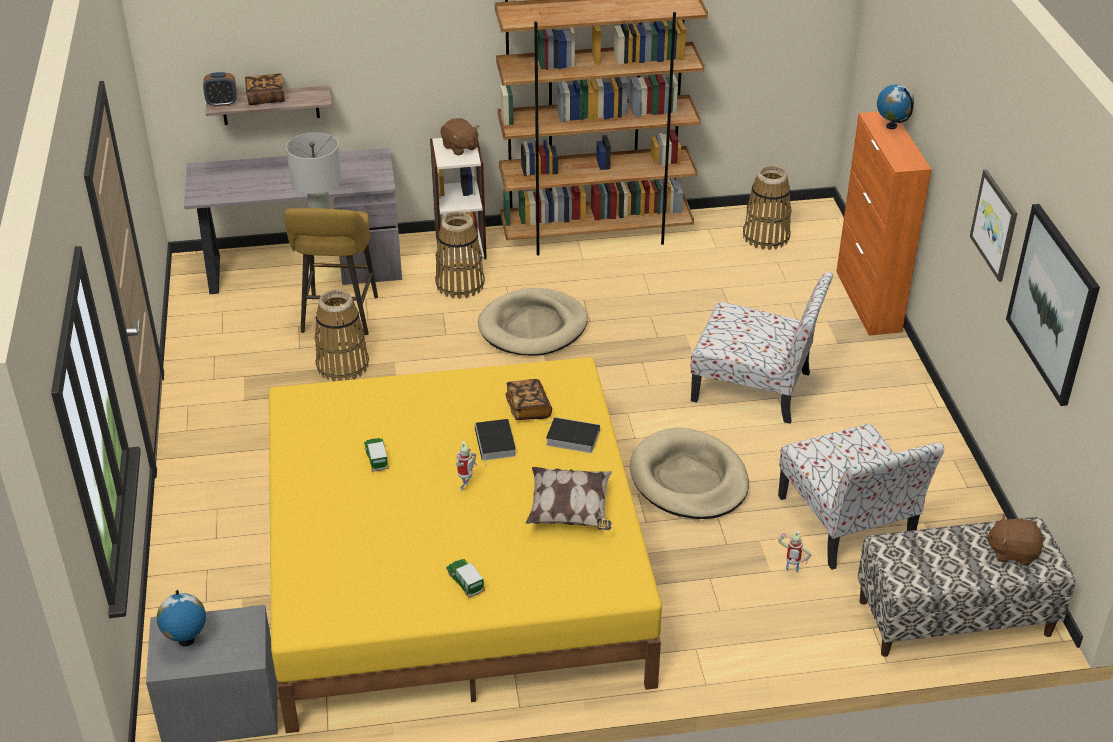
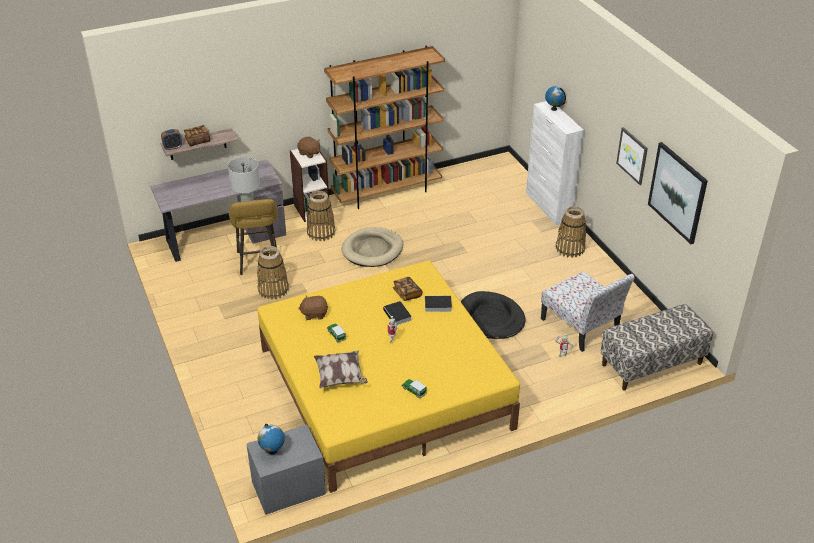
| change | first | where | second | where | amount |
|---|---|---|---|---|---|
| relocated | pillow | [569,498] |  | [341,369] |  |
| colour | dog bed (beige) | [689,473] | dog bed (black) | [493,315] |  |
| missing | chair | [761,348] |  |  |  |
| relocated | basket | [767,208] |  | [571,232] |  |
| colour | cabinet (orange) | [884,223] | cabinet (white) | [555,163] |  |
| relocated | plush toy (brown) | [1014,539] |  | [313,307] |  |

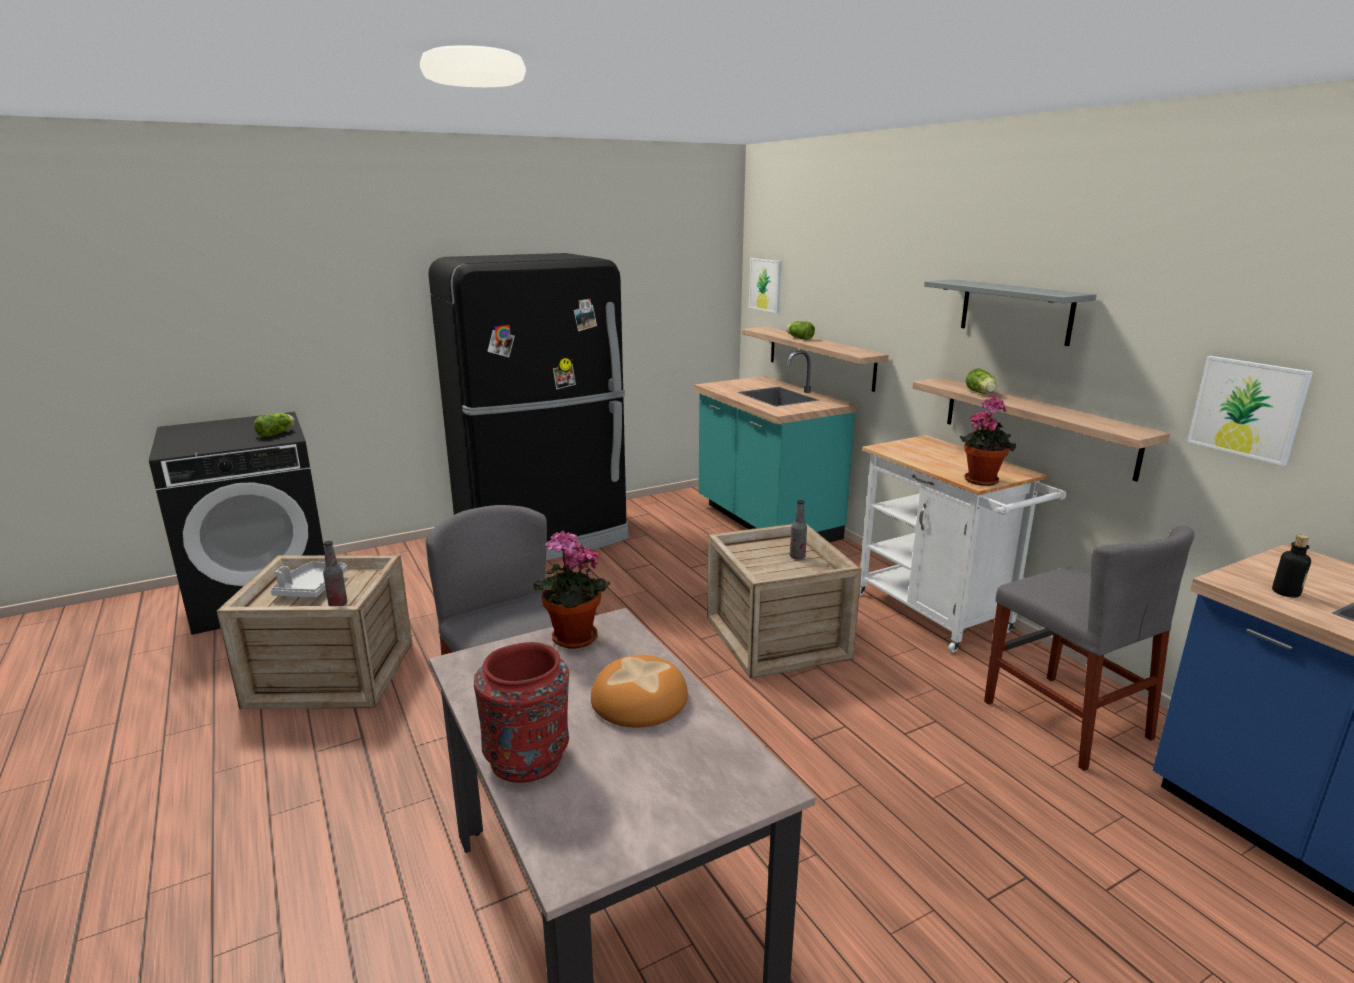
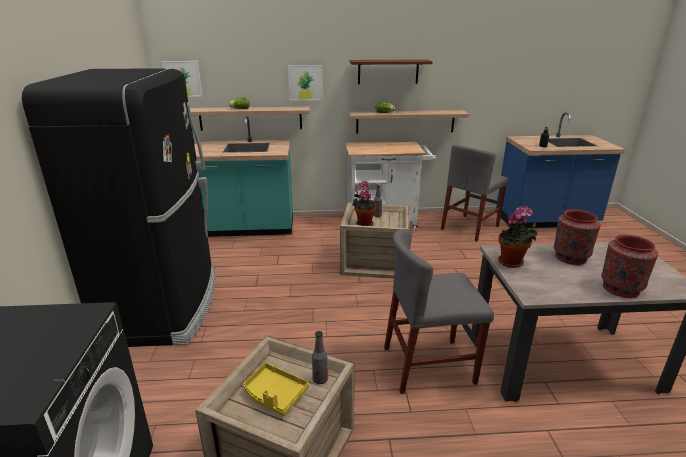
| change | first | where | second | where | amount |
|---|---|---|---|---|---|
| missing | lettuce | [274,425] |  |  |  |
| colour | tray (grey) | [309,579] | tray (yellow) | [276,389] |  |
| exchanged | bread | [639,691] | vase (red) | [577,237] |  |
| colour | shelf (grey) | [1010,312] | shelf (brown) | [391,71] |  |
| relocated | potted plant | [987,441] |  | [364,203] |  |
| spun | chair (grey) | [1089,648] |  | [475,193] | 135 degrees clockwise |
| relocated | picture | [1250,411] |  | [305,83] |  |

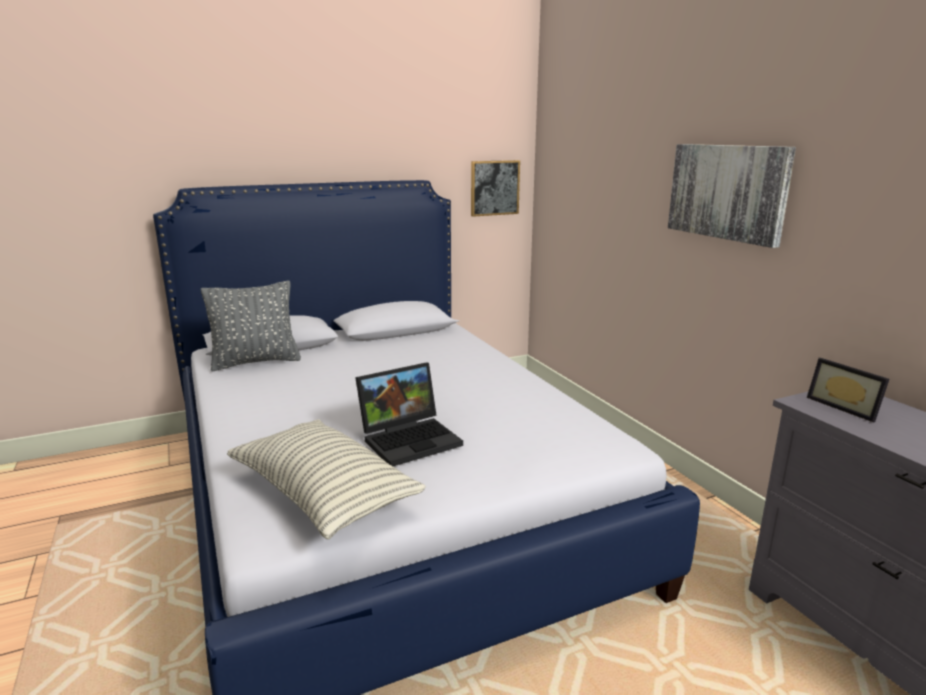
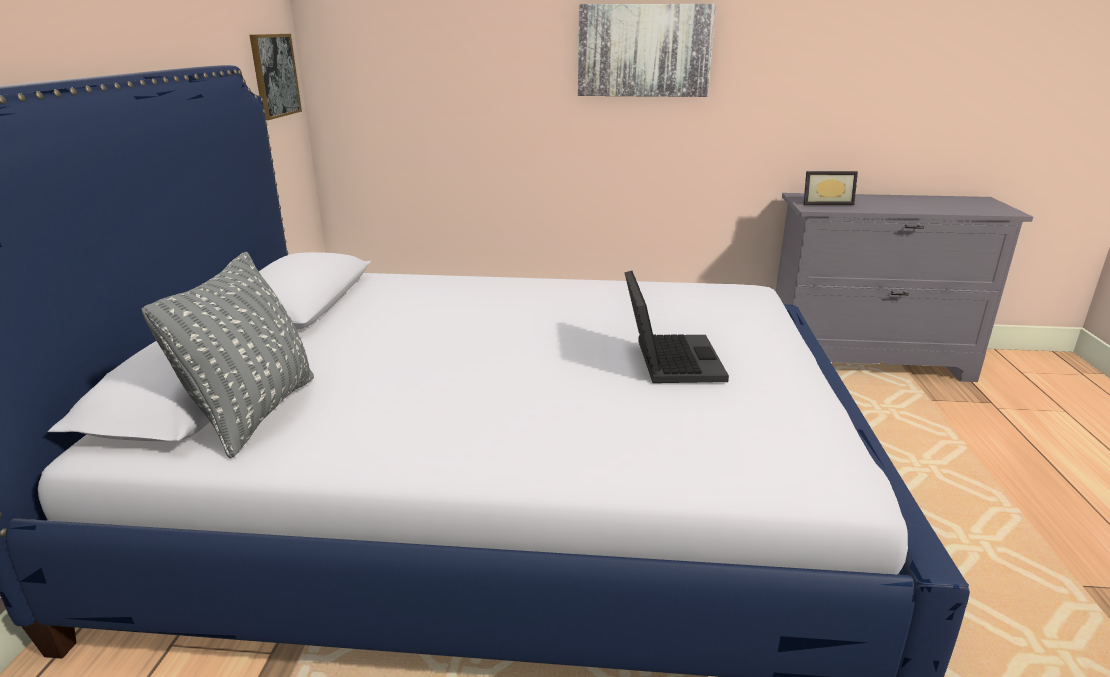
| change | first | where | second | where | amount |
|---|---|---|---|---|---|
| missing | pillow | [326,479] |  |  |  |

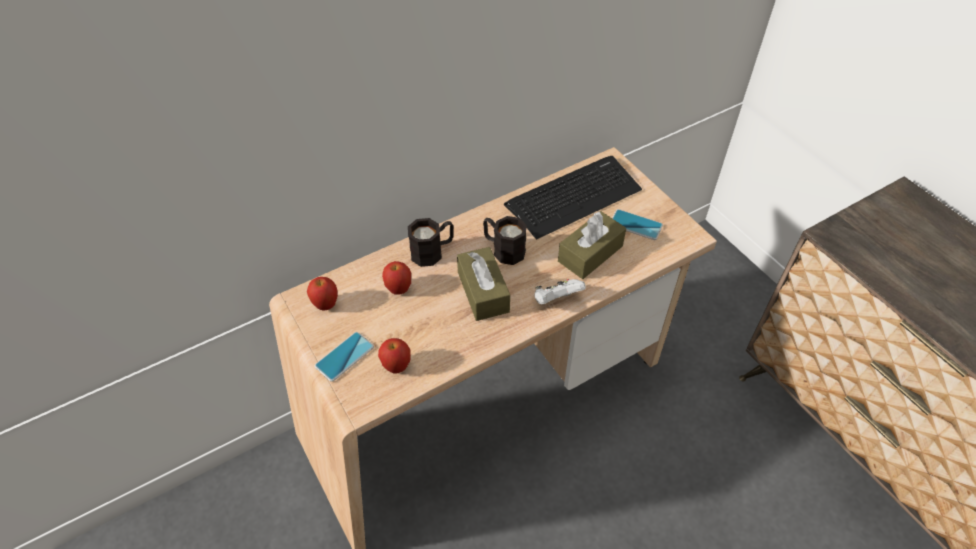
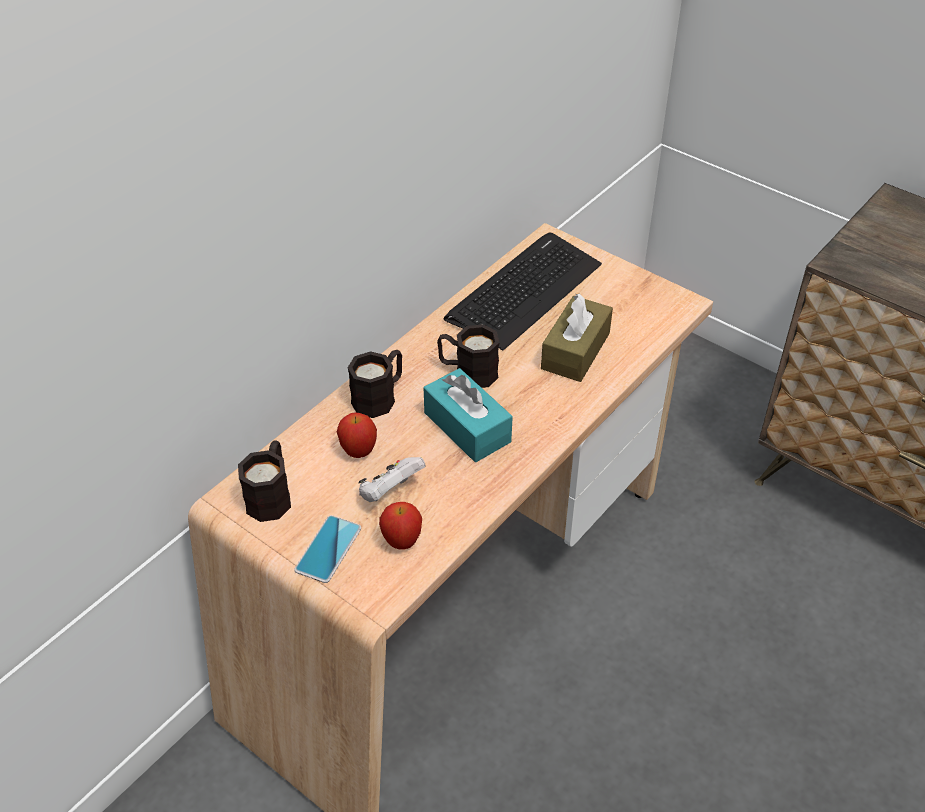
| change | first | where | second | where | amount |
|---|---|---|---|---|---|
| exchanged | apple | [322,294] | mug (black) | [264,481] |  |
| colour | tissue box (brown) | [483,284] | tissue box (turquoise) | [468,415] |  |
| relocated | game controller (white) | [560,291] |  | [392,479] |  |
| missing | phone | [637,224] |  |  |  |

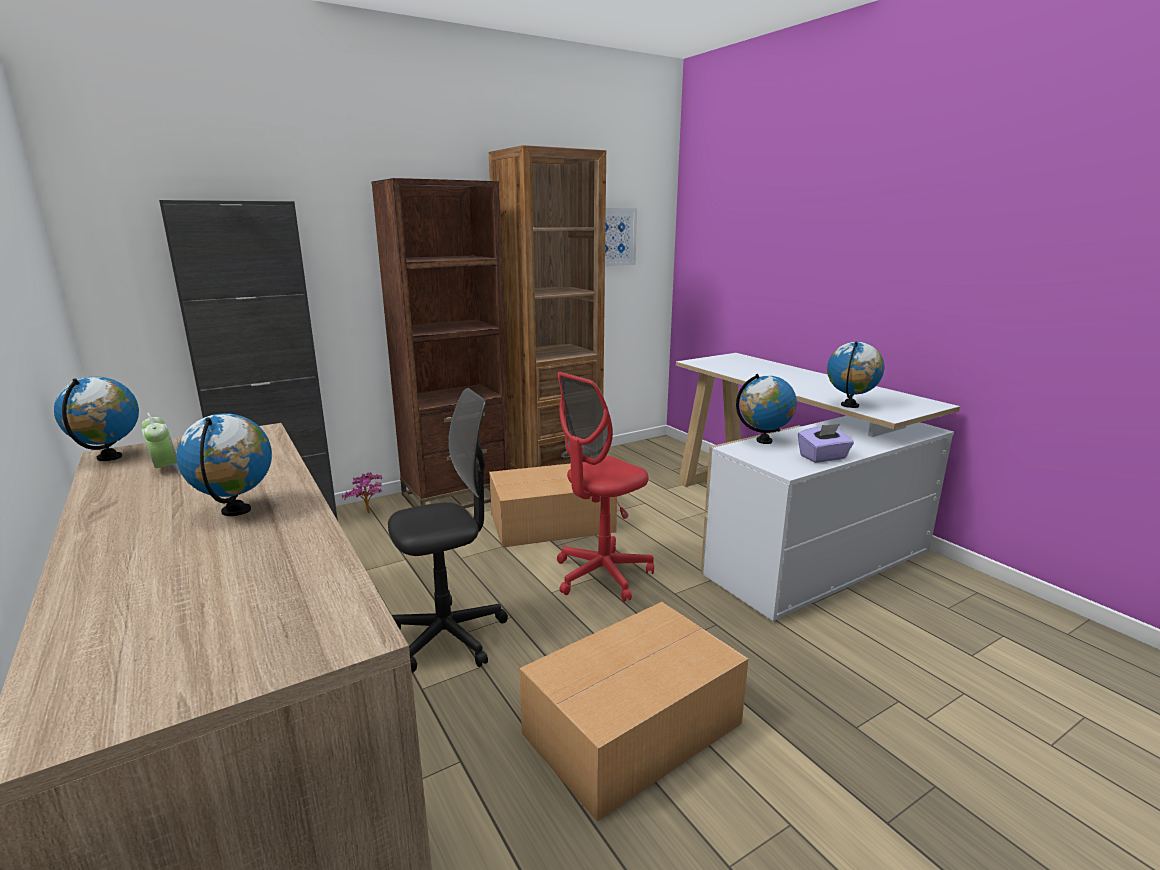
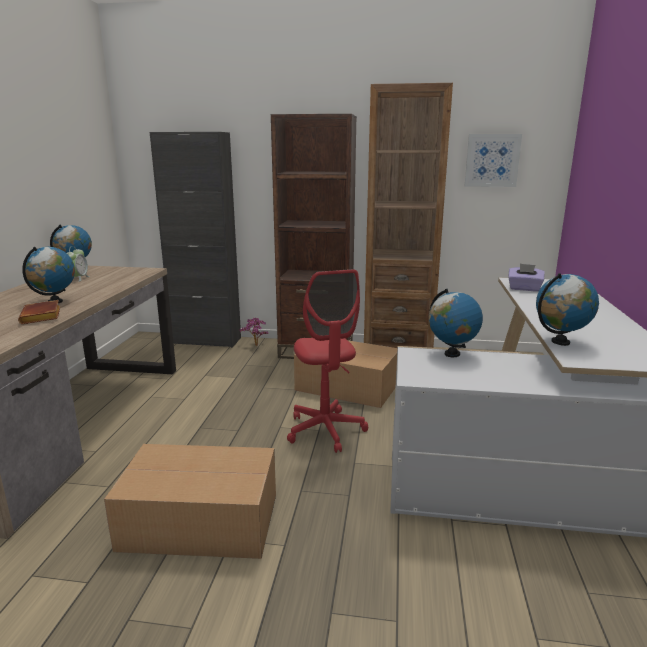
| change | first | where | second | where | amount |
|---|---|---|---|---|---|
| missing | office chair (black) | [448,530] |  |  |  |
| spun | office chair (red) | [605,487] |  | [328,361] | 105 degrees counterclockwise |
| relocated | tissue box (purple) | [826,443] |  | [526,277] |  |
| appeared |  |  | book (brown) | [39,312] |  |

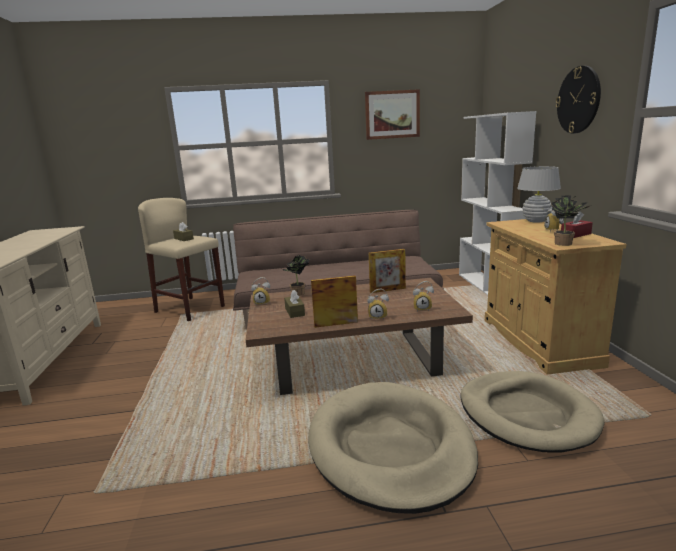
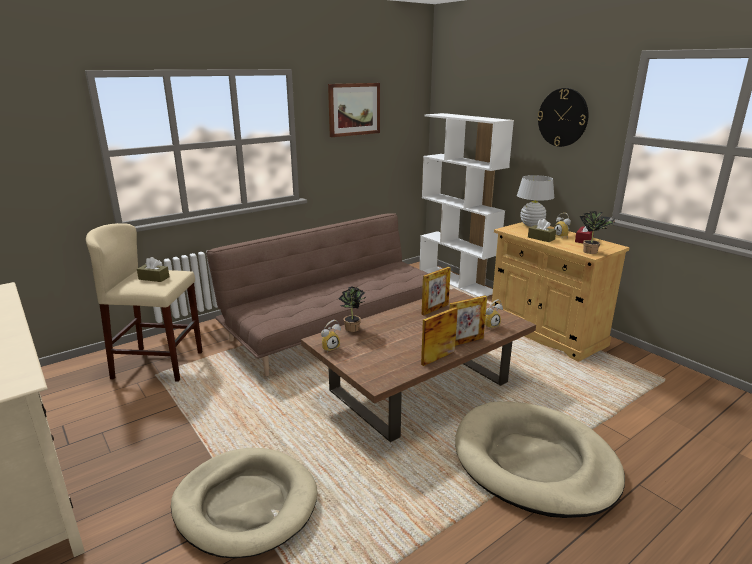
| change | first | where | second | where | amount |
|---|---|---|---|---|---|
| relocated | tissue box (brown) | [294,304] |  | [542,230] |  |
| exchanged | alarm clock | [378,304] | picture frame | [468,321] |  |
| relocated | dog bed (beige) | [532,412] |  | [244,503] |  |

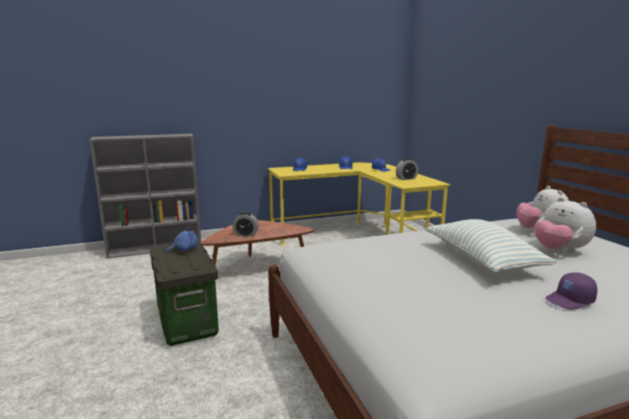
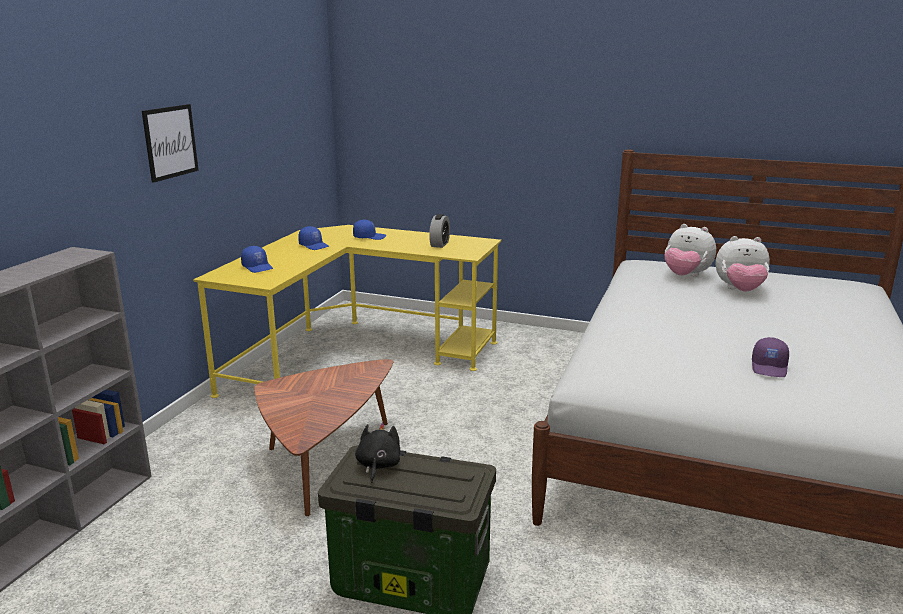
| change | first | where | second | where | amount |
|---|---|---|---|---|---|
| colour | plush toy (blue) | [181,239] | plush toy (black) | [377,452] |  |
| missing | alarm clock | [245,224] |  |  |  |
| missing | pillow | [491,246] |  |  |  |
| relocated | cap (purple) | [571,291] |  | [770,357] |  |
| appeared |  |  | picture | [170,143] |  |

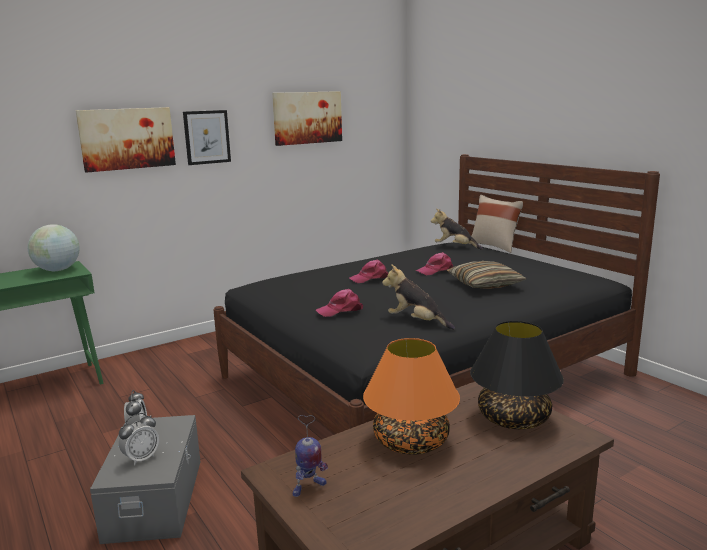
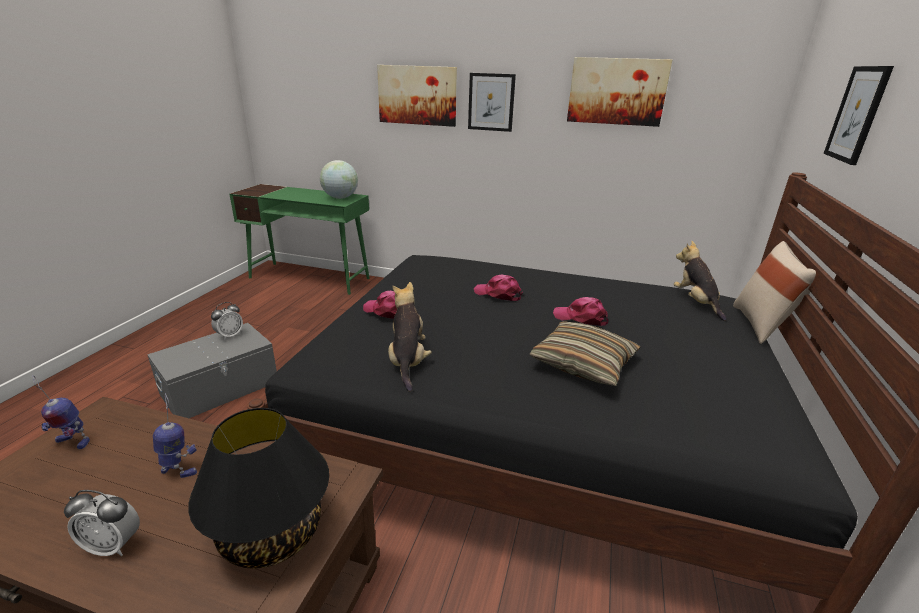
| change | first | where | second | where | amount |
|---|---|---|---|---|---|
| relocated | alarm clock | [139,439] |  | [102,523] |  |
| exchanged | table lamp (orange) | [411,396] | toy robot | [175,435] |  |
| appeared |  |  | picture | [858,115] |  |

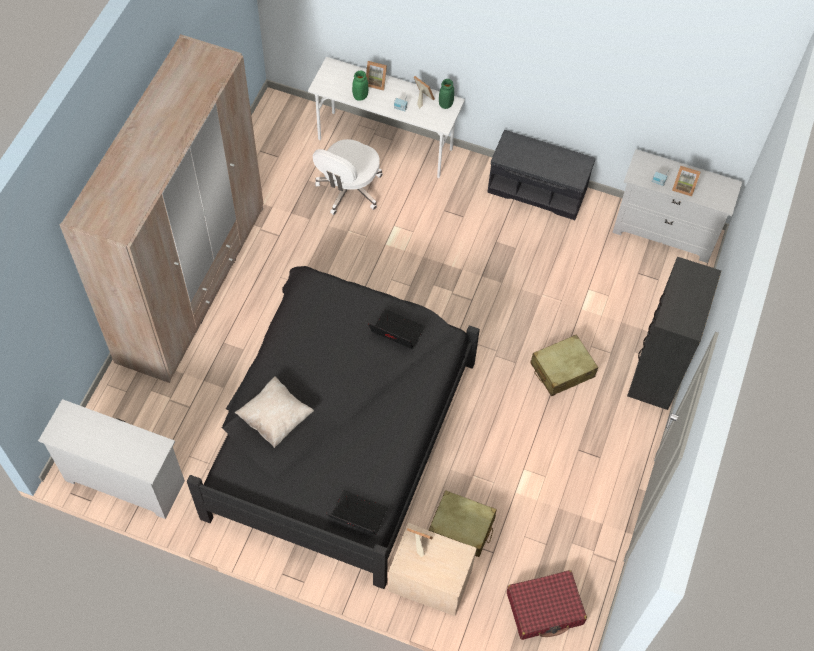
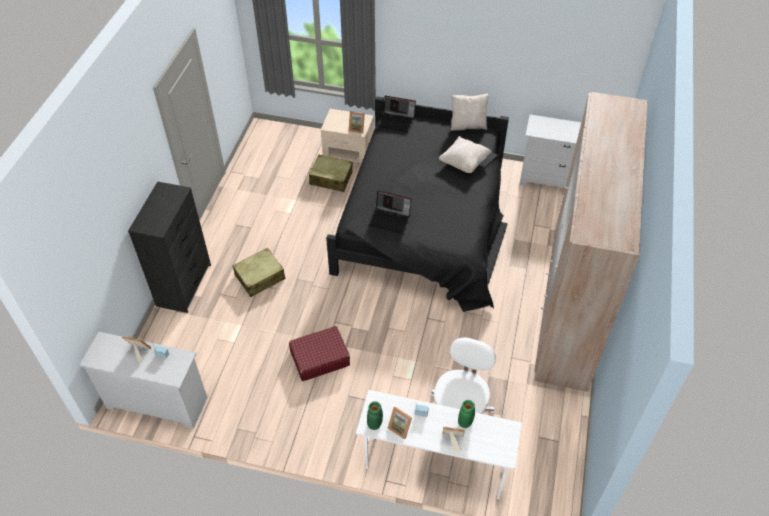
| change | first | where | second | where | amount |
|---|---|---|---|---|---|
| missing | bench (grey) | [541,175] |  |  |  |
| relocated | suitcase (red) | [547,605] |  | [319,353] |  |
| appeared |  |  | pillow (beige) | [469,112] |  |

